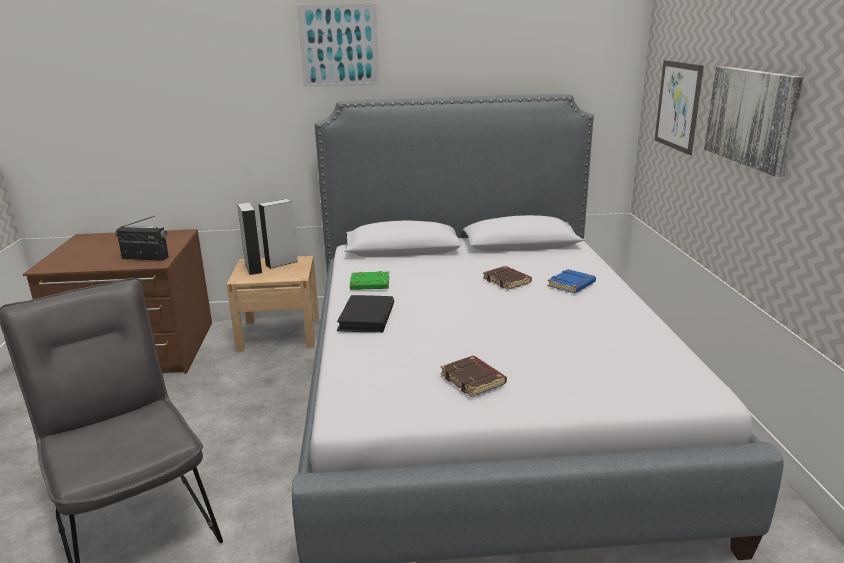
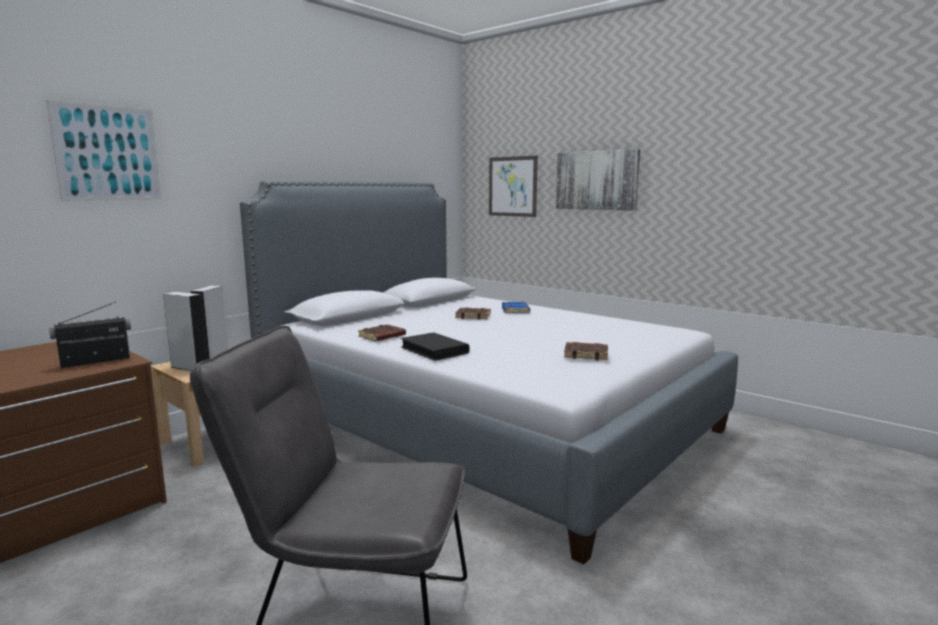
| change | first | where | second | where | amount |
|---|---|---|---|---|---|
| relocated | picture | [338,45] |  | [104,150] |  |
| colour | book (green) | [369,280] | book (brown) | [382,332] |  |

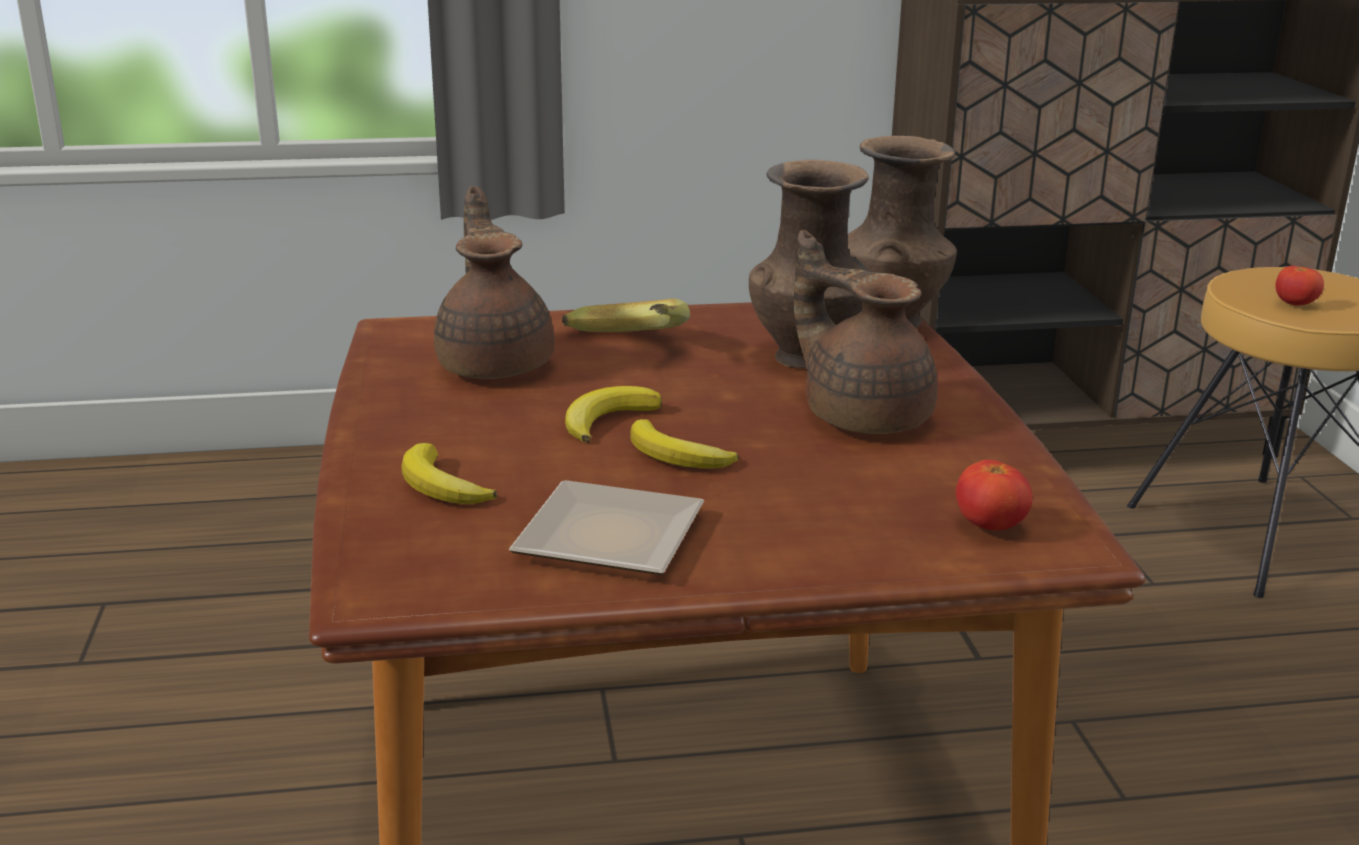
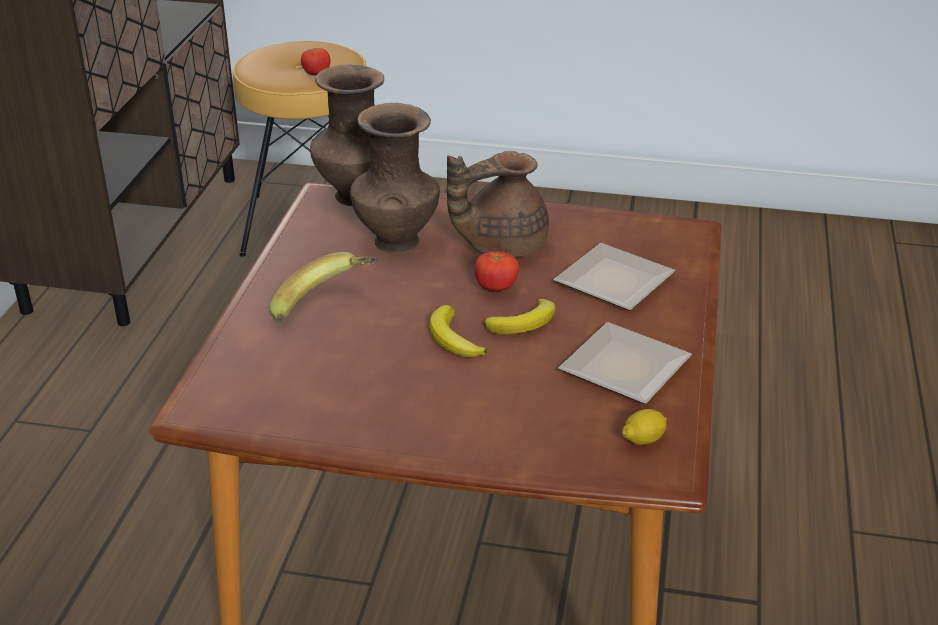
| change | first | where | second | where | amount |
|---|---|---|---|---|---|
| missing | banana | [449,473] |  |  |  |
| missing | teapot (brown) | [494,282] |  |  |  |
| relocated | tomato | [994,495] |  | [497,271] |  |
| appeared |  |  | plate | [614,277] |  |
| appeared |  |  | lemon | [644,427] |  |

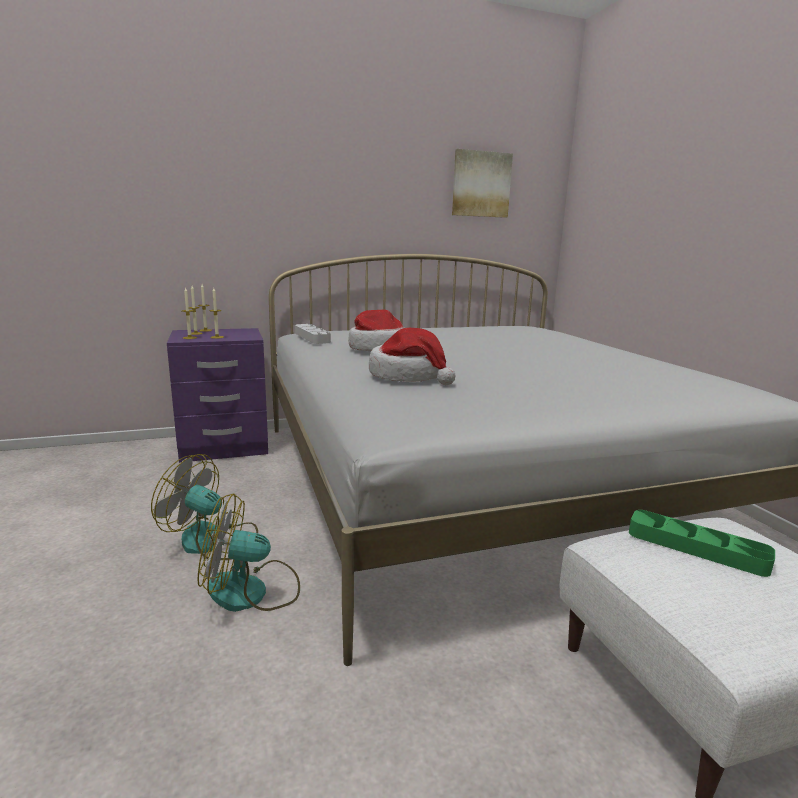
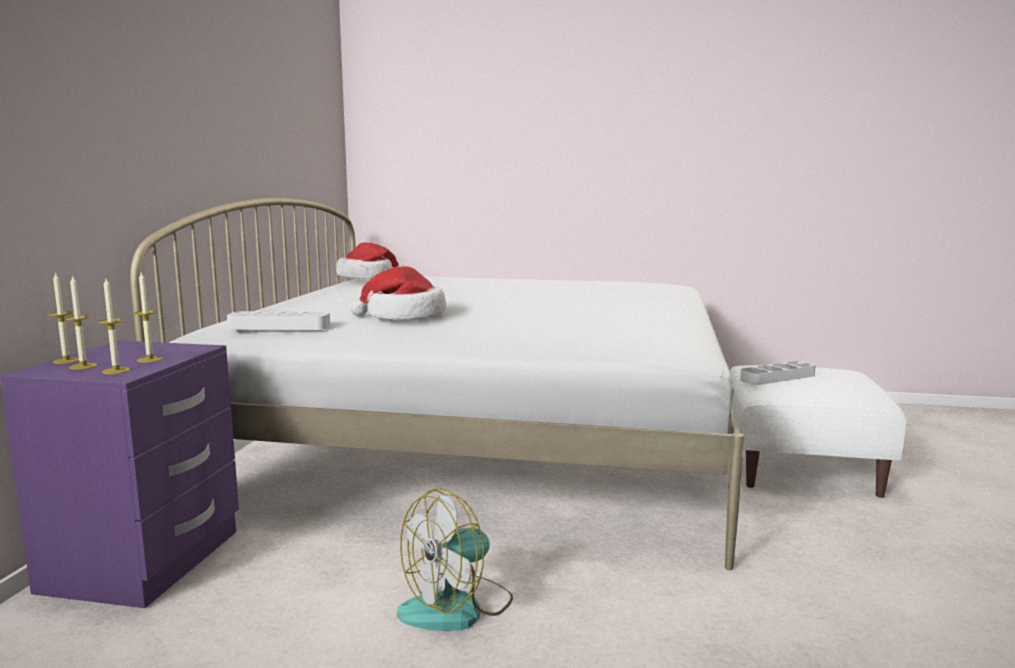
| change | first | where | second | where | amount |
|---|---|---|---|---|---|
| missing | fan | [248,553] |  |  |  |
| relocated | hat | [412,356] |  | [369,260] |  |
| missing | picture | [482,183] |  |  |  |
| colour | tray (green) | [702,543] | tray (grey) | [778,373] |  |

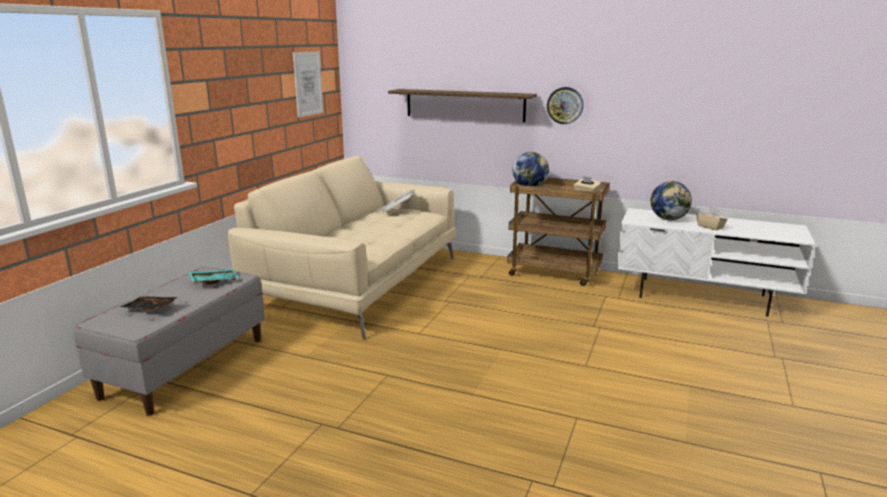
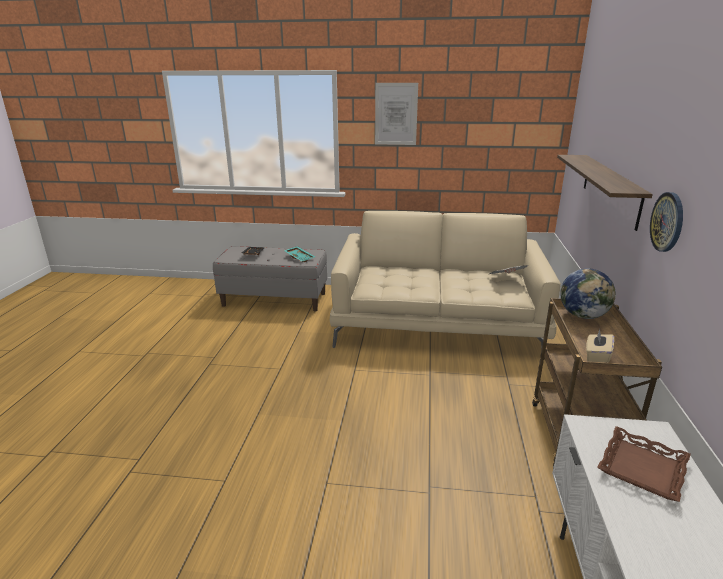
| change | first | where | second | where | amount |
|---|---|---|---|---|---|
| relocated | picture | [308,84] |  | [396,114] |  |
| exchanged | globe | [671,200] | tray (brown) | [644,464] |  |
| missing | tissue box (beige) | [712,218] |  |  |  |

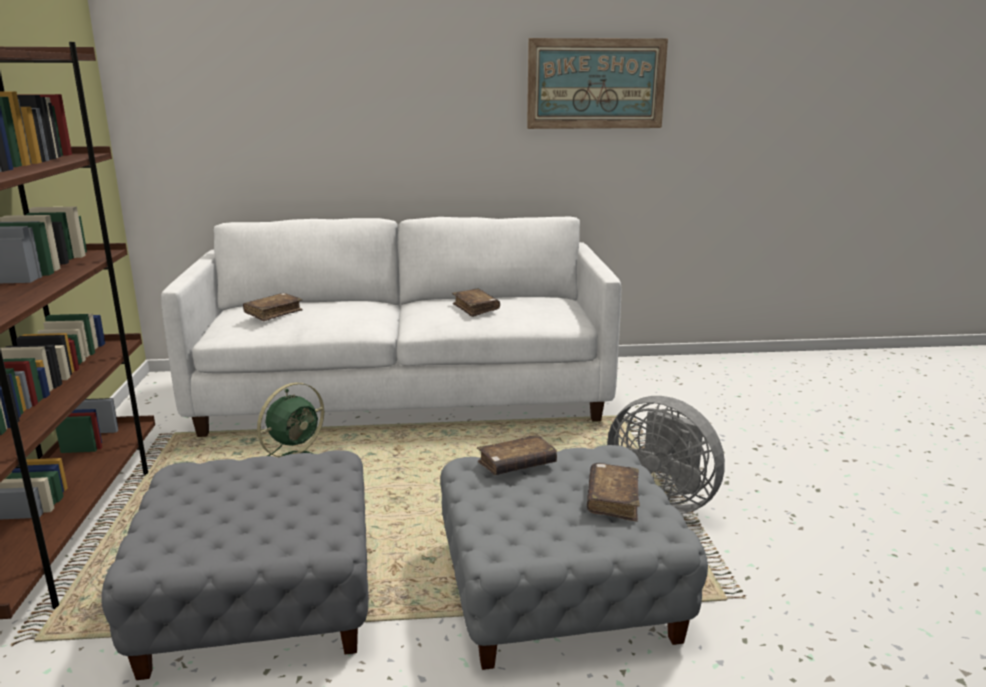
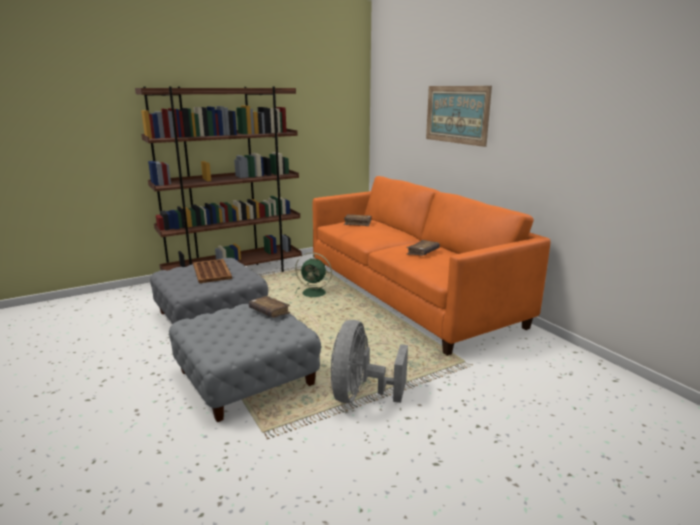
| change | first | where | second | where | amount |
|---|---|---|---|---|---|
| colour | sofa (white) | [391,327] | sofa (orange) | [432,266] |  |
| relocated | picture | [597,83] |  | [459,116] |  |
| missing | book (brown) | [613,492] |  |  |  |
| appeared |  |  | tray (brown) | [212,271] |  |

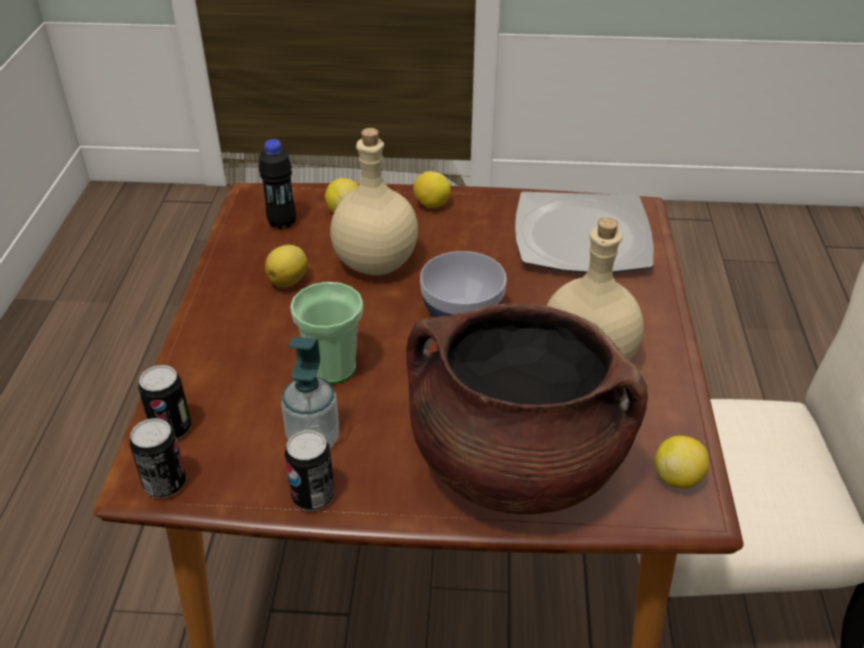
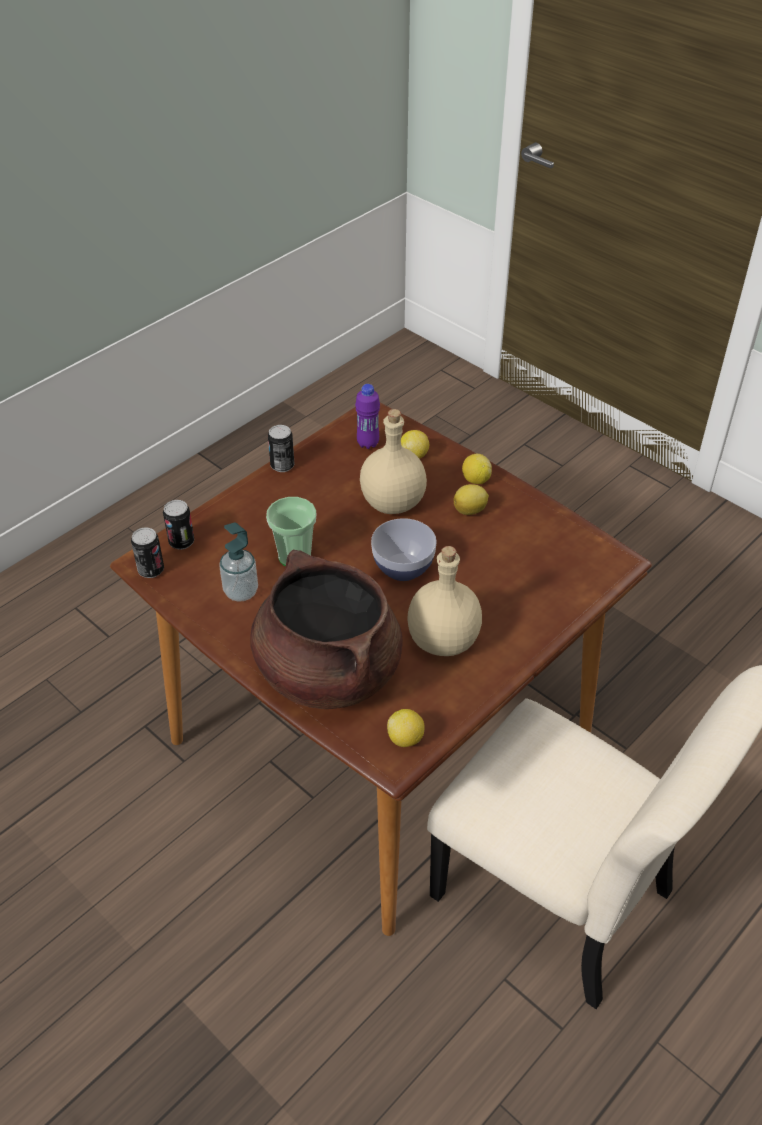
| change | first | where | second | where | amount |
|---|---|---|---|---|---|
| colour | bottle (black) | [277,184] | bottle (purple) | [367,416] |  |
| relocated | lemon | [286,266] |  | [471,499] |  |
| relocated | can | [309,470] |  | [281,448] |  |
| missing | plate | [584,232] |  |  |  |

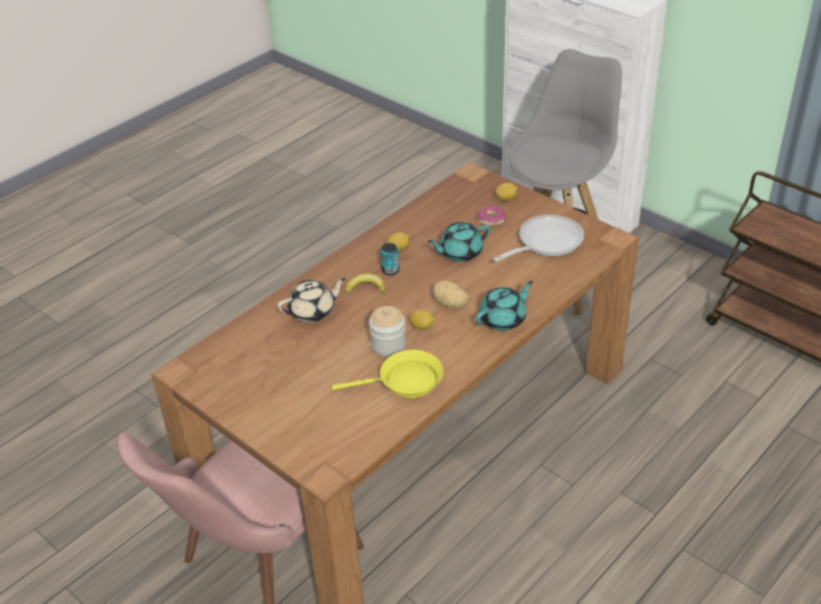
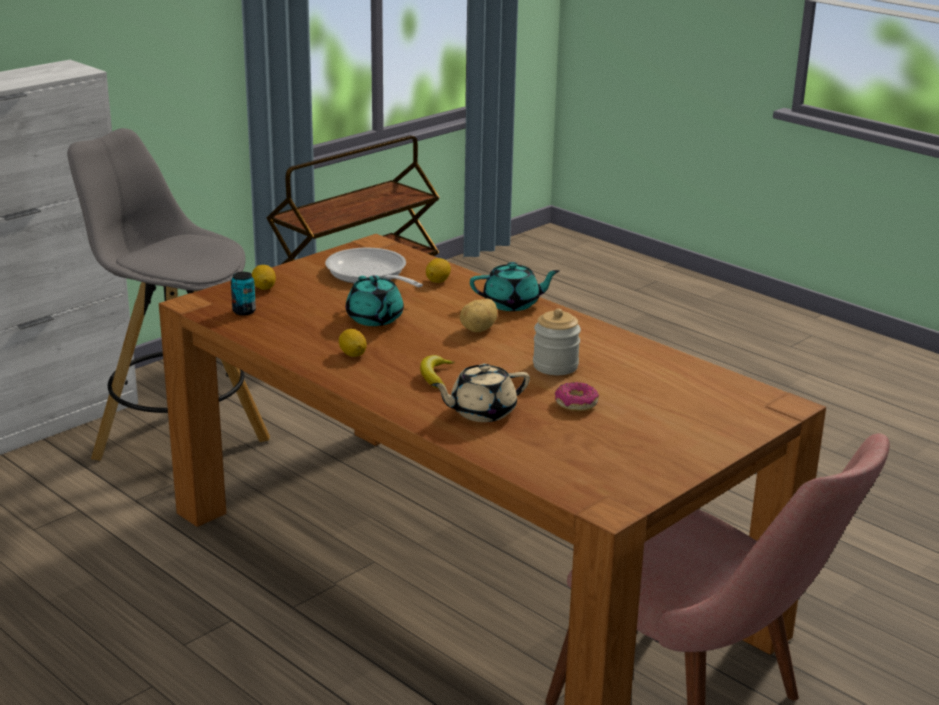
| change | first | where | second | where | amount |
|---|---|---|---|---|---|
| spun | teapot (beige) | [311,300] |  | [480,392] | 90 degrees counterclockwise |
| missing | frying pan (yellow) | [388,374] |  |  |  |
| relocated | can | [390,259] |  | [243,294] |  |
| relocated | lemon | [422,320] |  | [438,270] |  |
| spun | teapot (turquoise) | [504,306] |  | [515,286] | 120 degrees clockwise |
| relocated | donut | [492,215] |  | [577,396] |  |

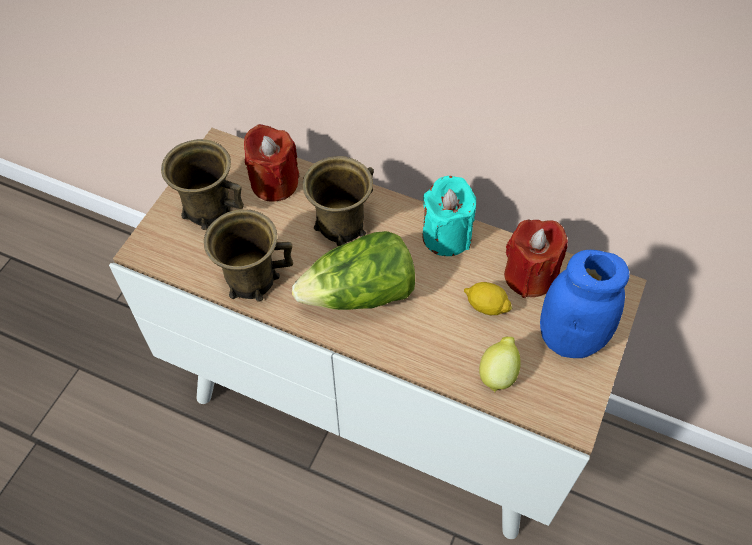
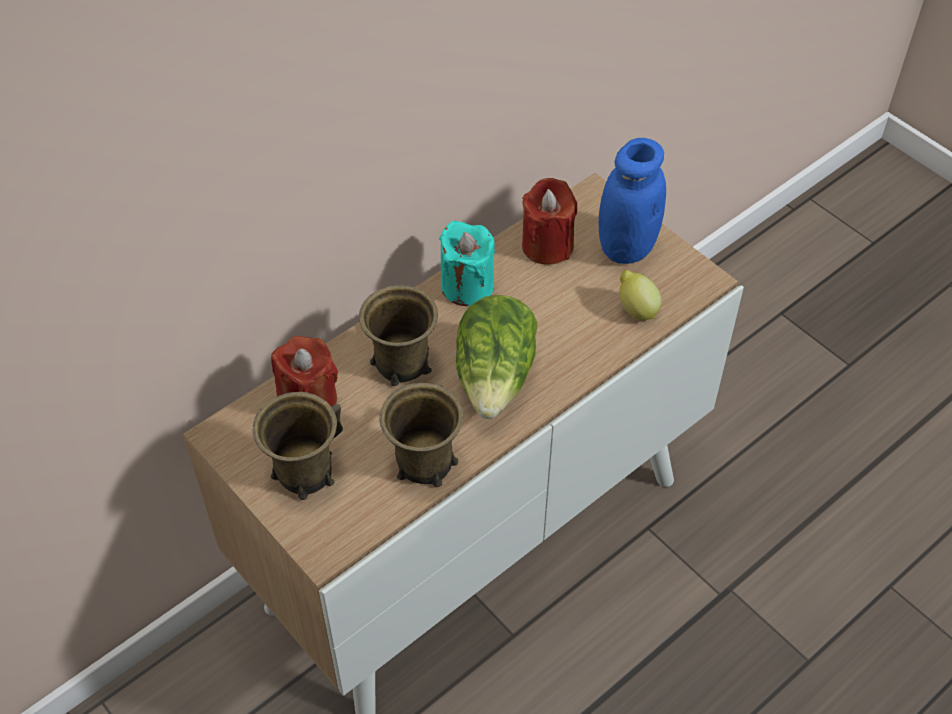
| change | first | where | second | where | amount |
|---|---|---|---|---|---|
| missing | lemon | [488,298] |  |  |  |

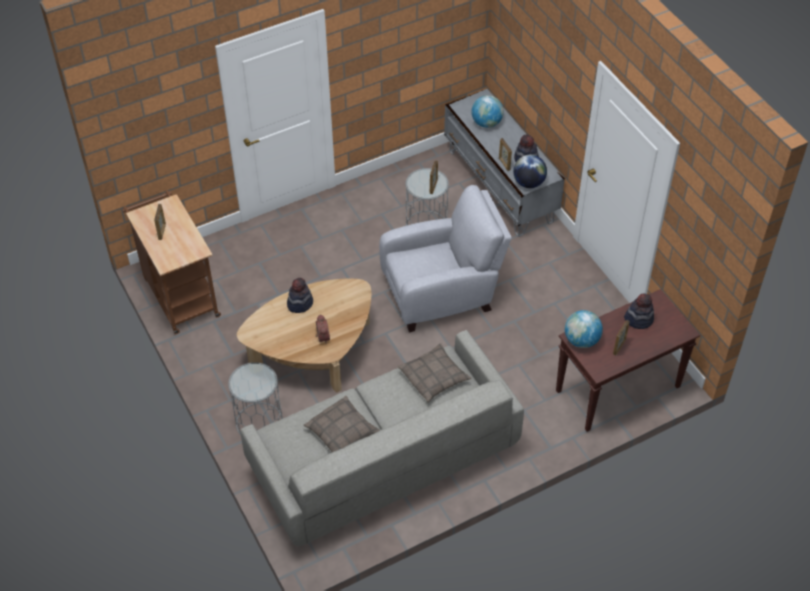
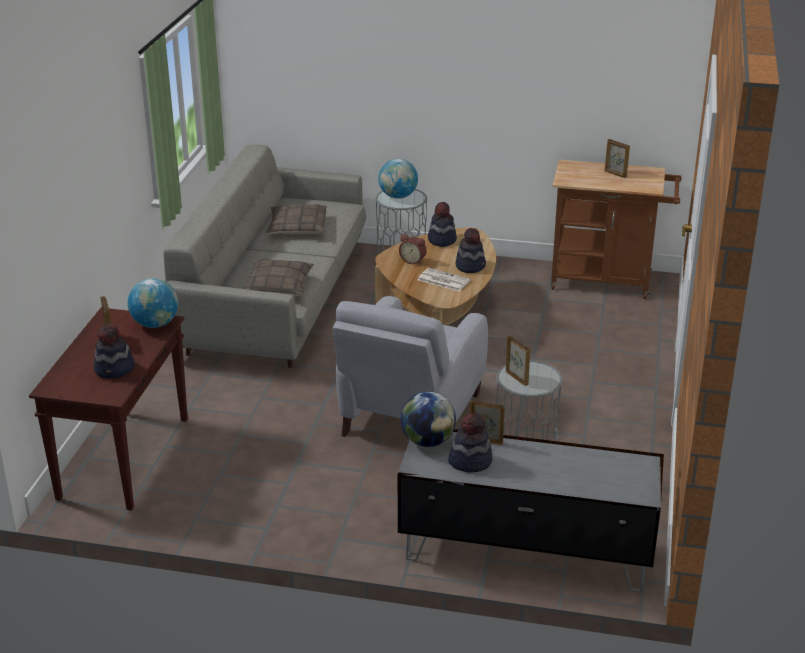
| change | first | where | second | where | amount |
|---|---|---|---|---|---|
| relocated | globe | [487,111] |  | [398,179] |  |
| appeared |  |  | newspaper | [444,279] |  |
| appeared |  |  | hat | [442,224] |  |

